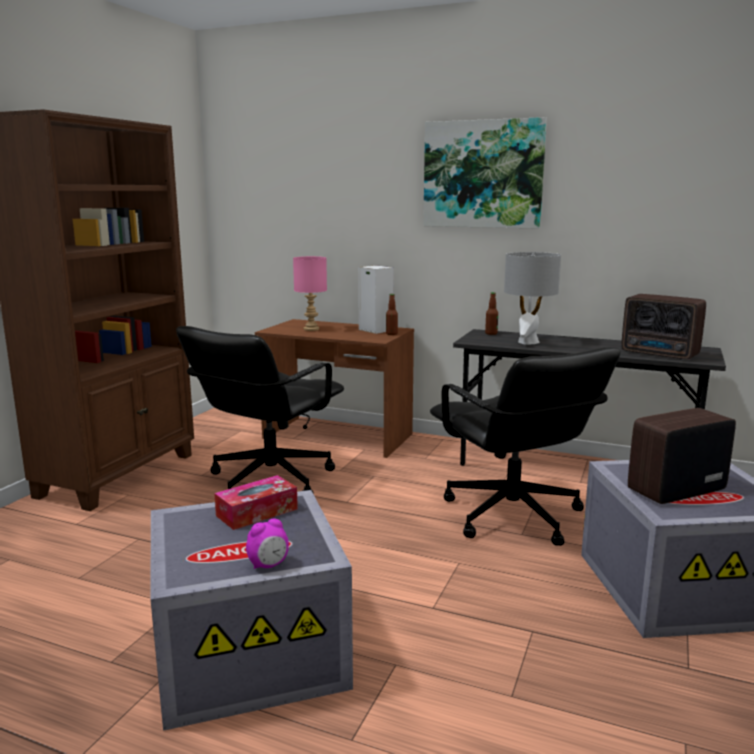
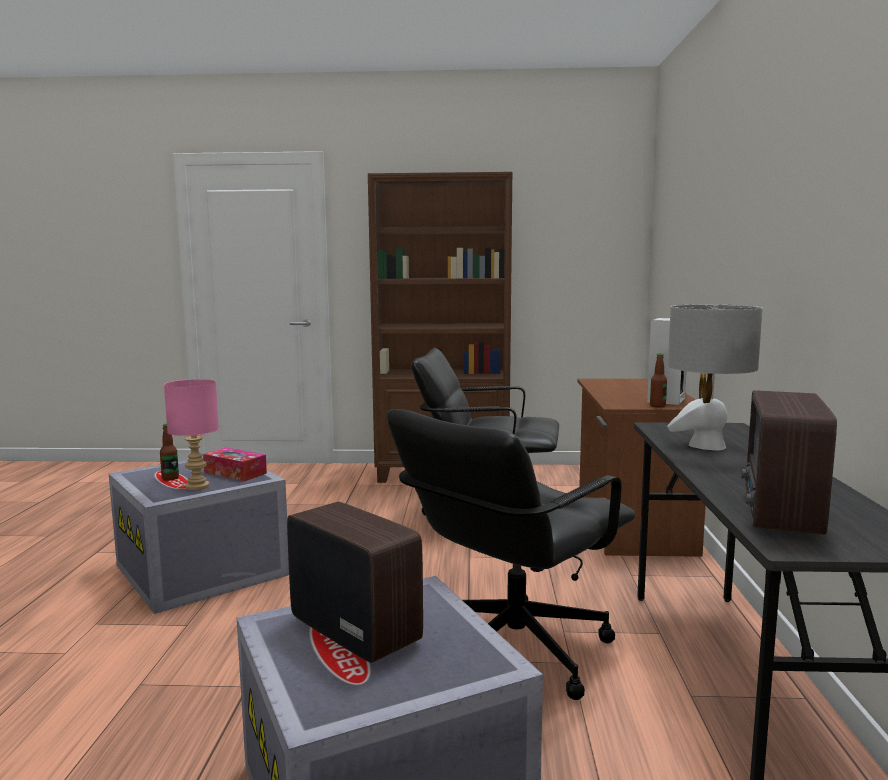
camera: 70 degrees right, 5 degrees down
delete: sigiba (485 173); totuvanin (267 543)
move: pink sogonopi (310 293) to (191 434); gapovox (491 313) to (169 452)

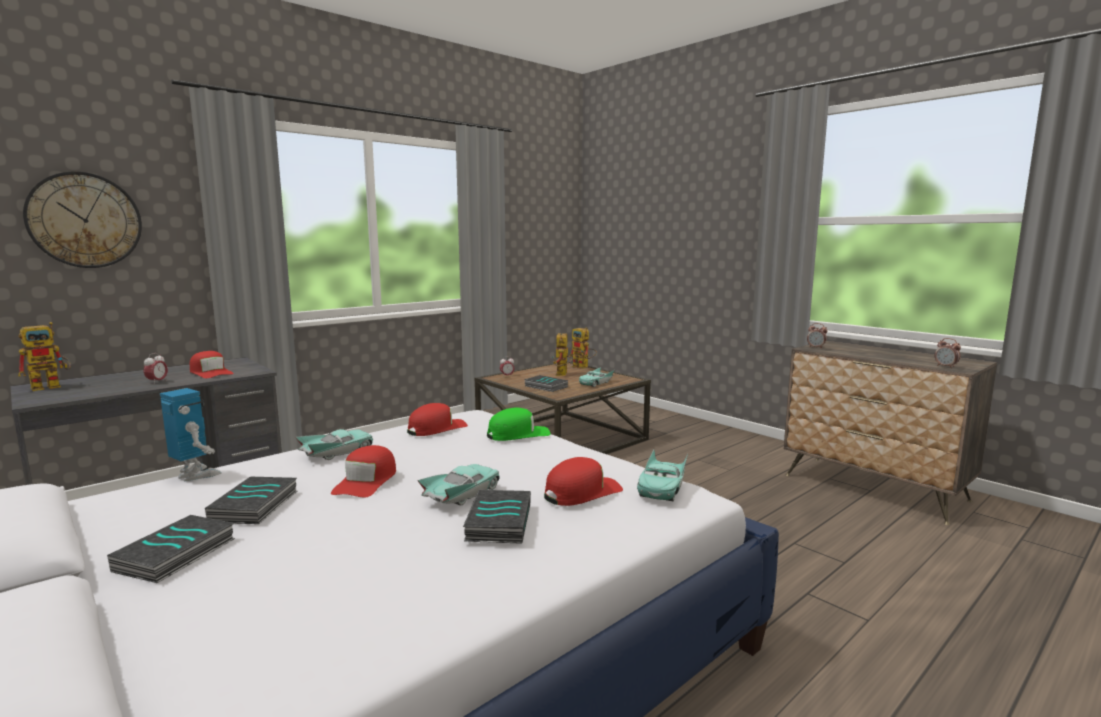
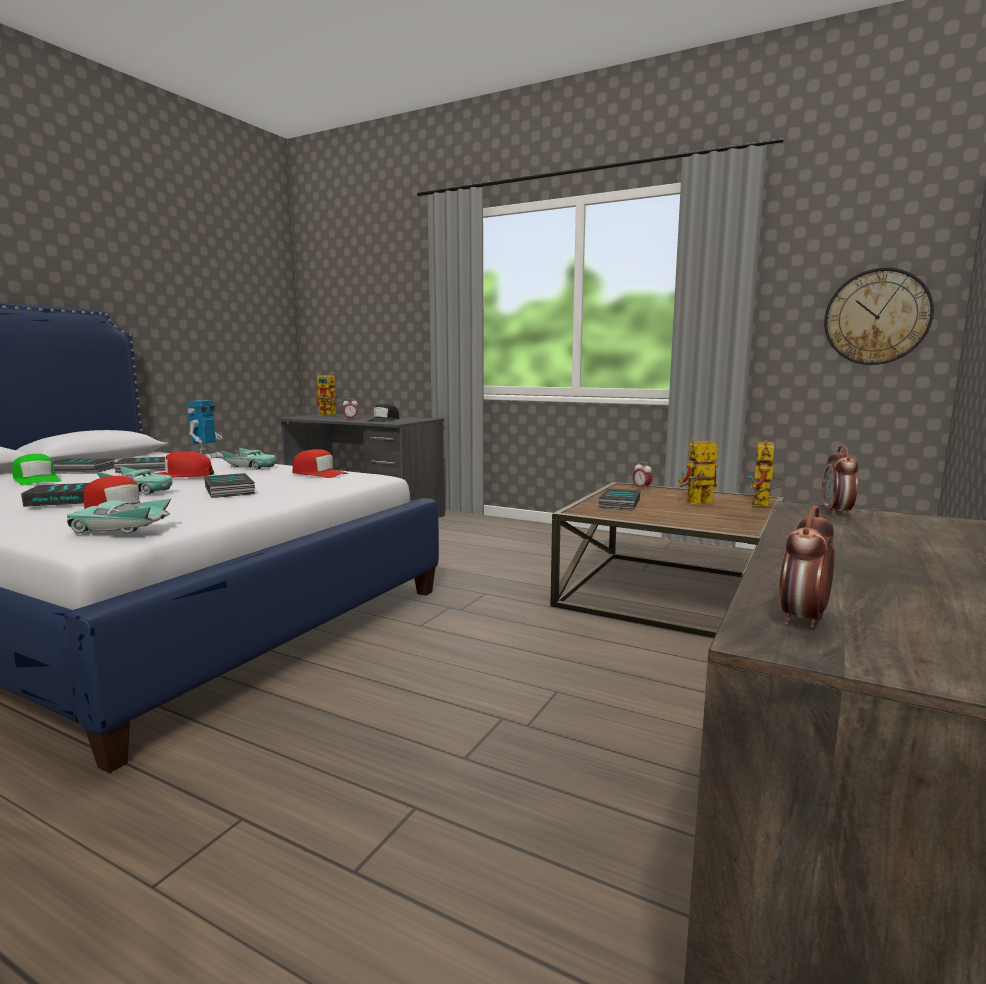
camera: 70 degrees right, 0 degrees up
delete: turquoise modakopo (597 377)
insert: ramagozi (230 485)
move: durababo (82 219) to (879 316); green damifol (519 424) to (36 469)
recolor: red damifol (212 364) to black damifol (383 412)

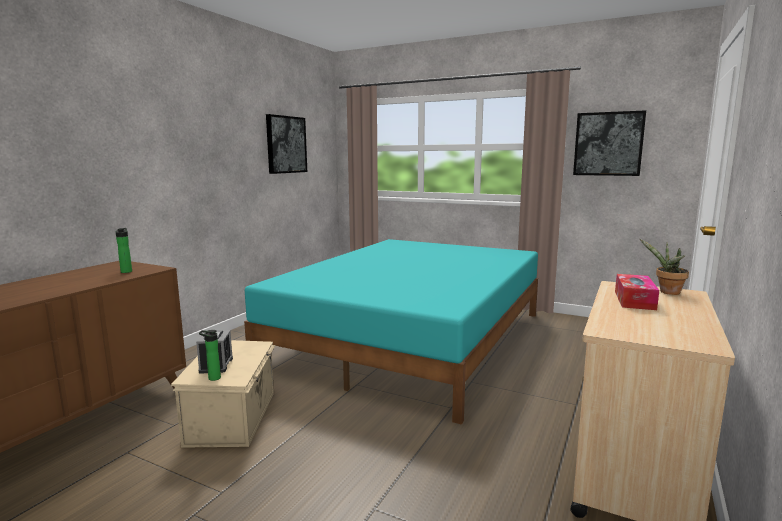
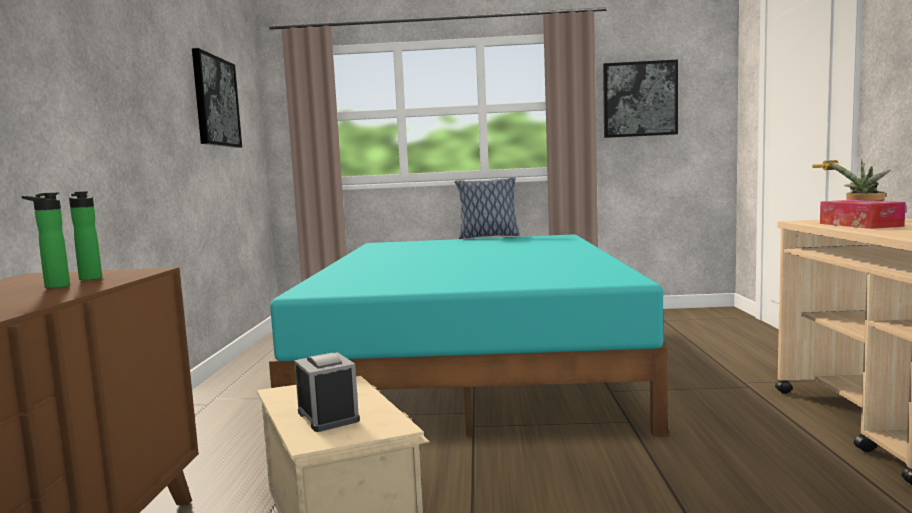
camera: 25 degrees left, 5 degrees down
insert: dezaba (487 208)
move: gapovox (210 355) to (46 240)

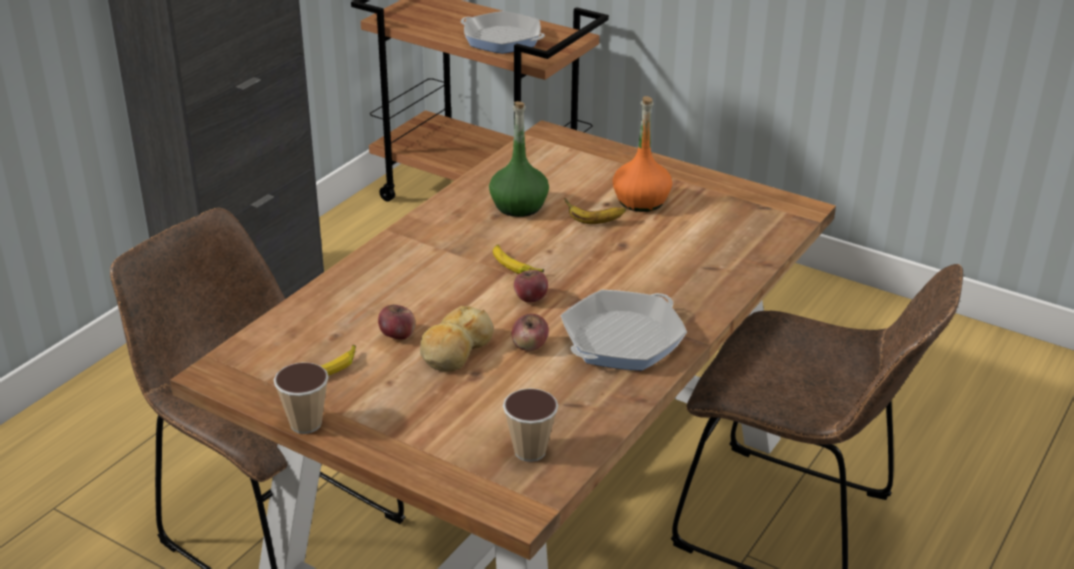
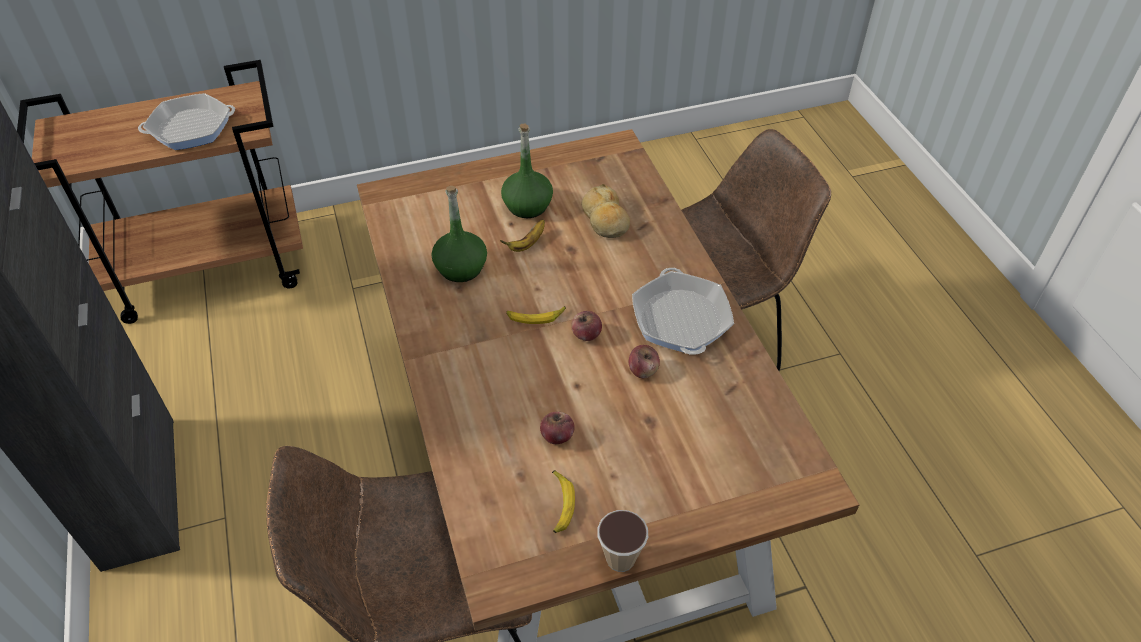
camera: 50 degrees left, 15 degrees up
delete: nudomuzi (531 425)
move: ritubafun (457 339) to (606 211)
recolor: orange gapovox (642 154) to green gapovox (527 171)

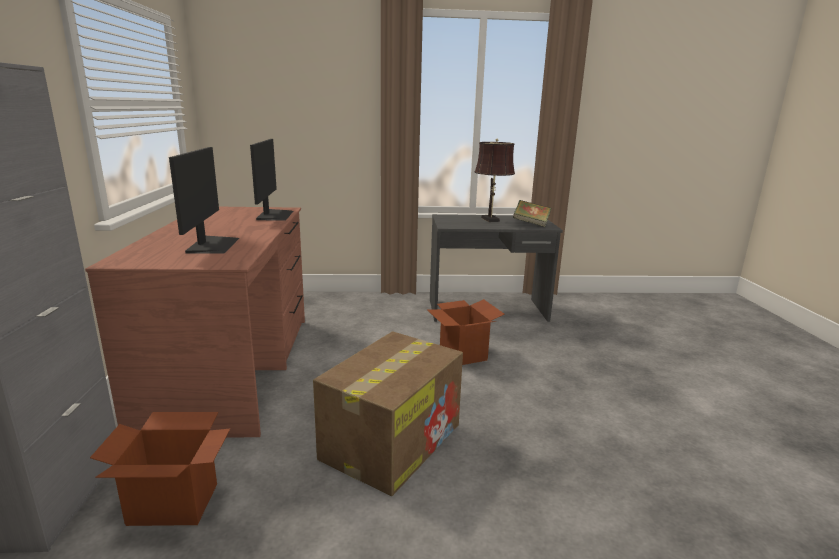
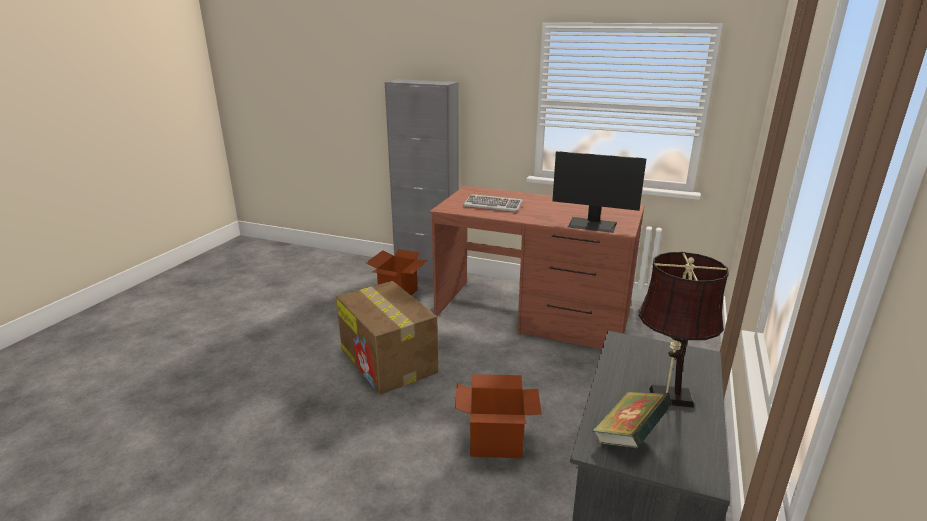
camera: 115 degrees right, 5 degrees up
replace: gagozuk (204 200) to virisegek (493 203)

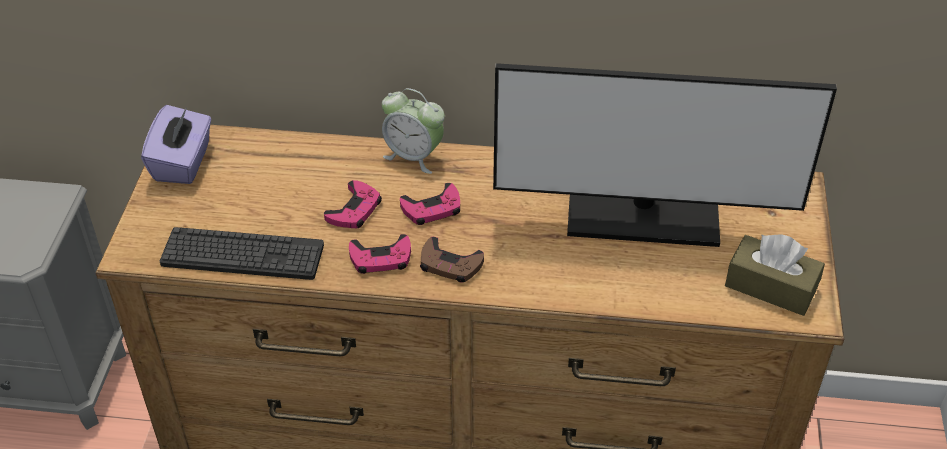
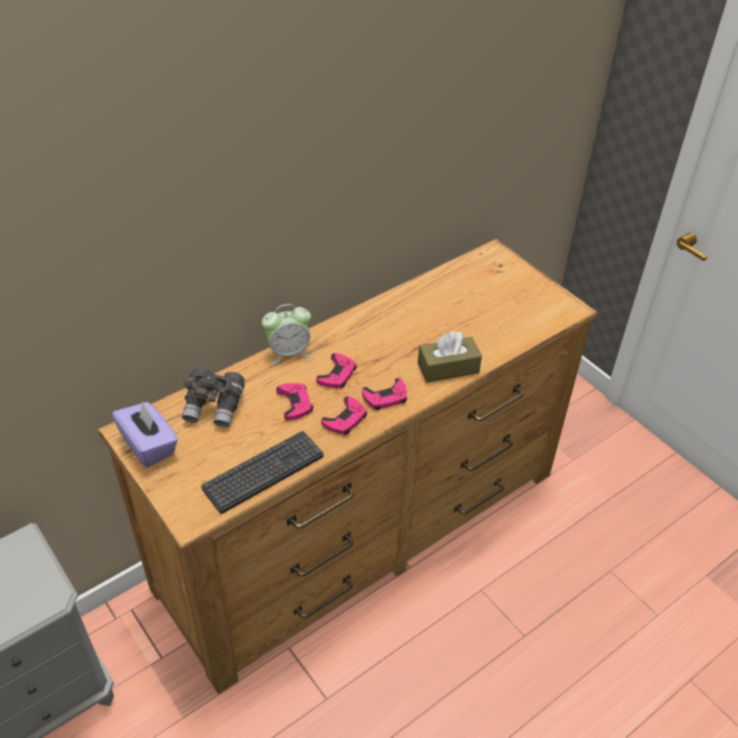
camera: 45 degrees left, 0 degrees up
delete: gagozuk (665 155)
insert: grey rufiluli (213 397)
move: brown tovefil (775 275) to (450 357)
recolor: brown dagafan (452 259) to pink dagafan (384 394)

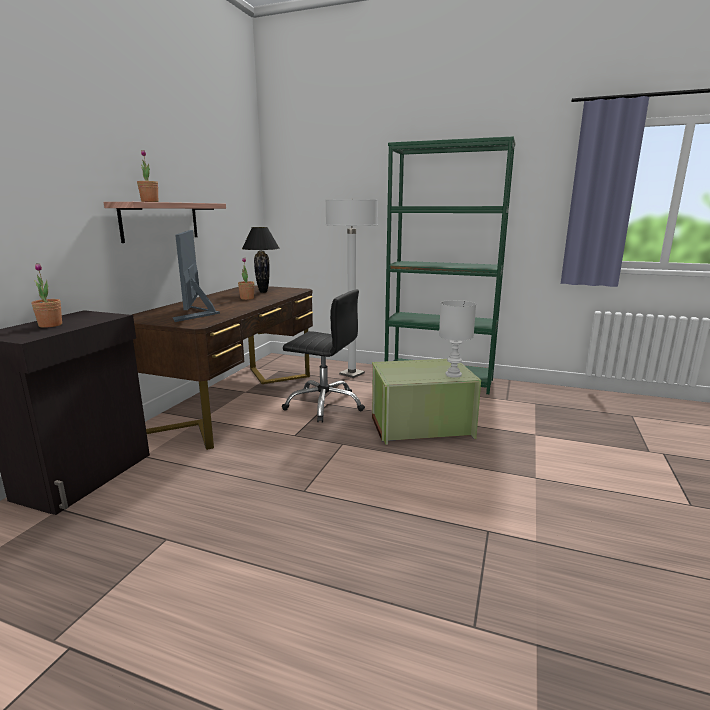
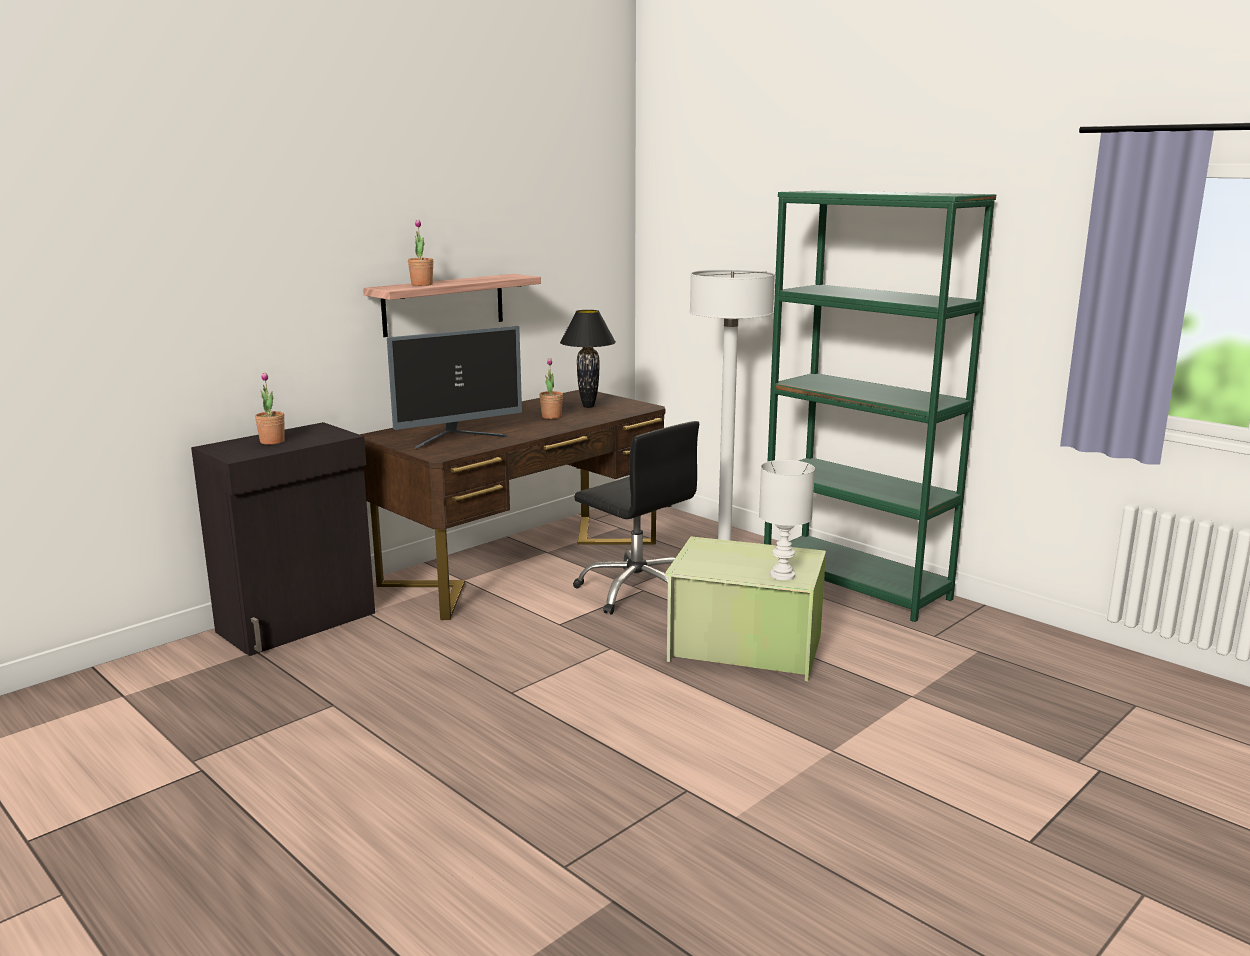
camera: 25 degrees right, 0 degrees up
rotate: gagozuk (196 276) = (454 387) 135 degrees counterclockwise

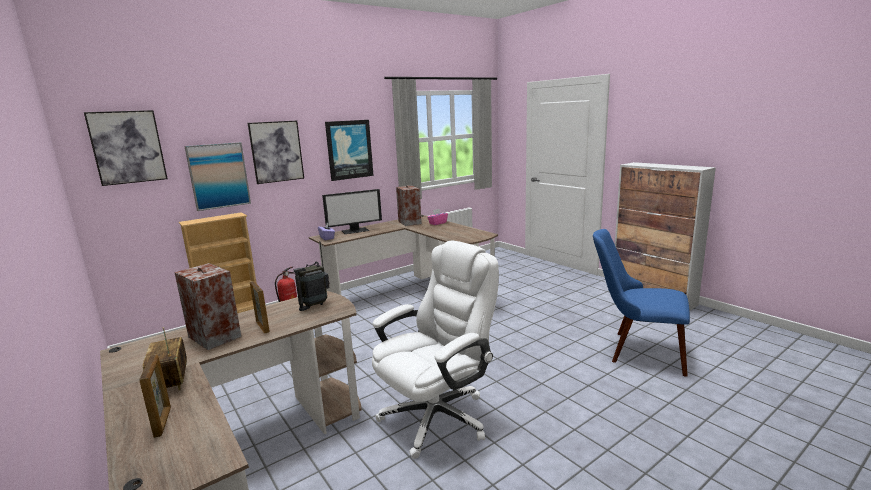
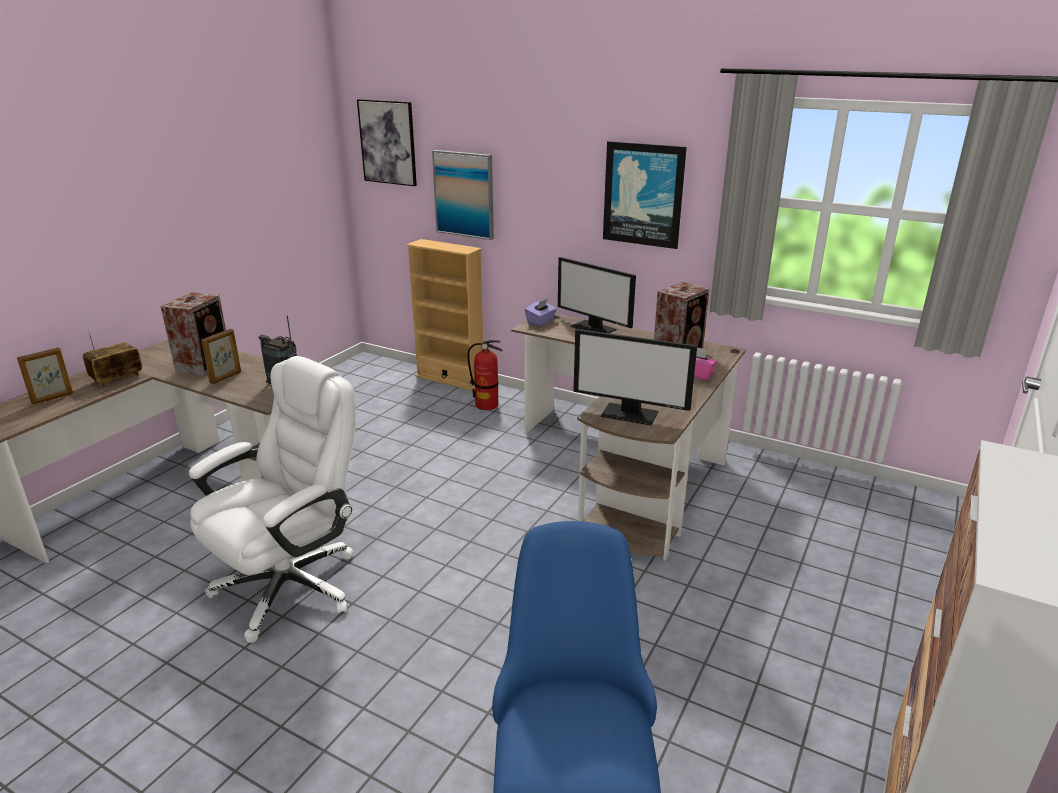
camera: 65 degrees right, 10 degrees up
delete: sigiba (276 152)
insert: gagozuk (635 377)
rotate: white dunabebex (435 349) = (272 499) 75 degrees counterclockwise

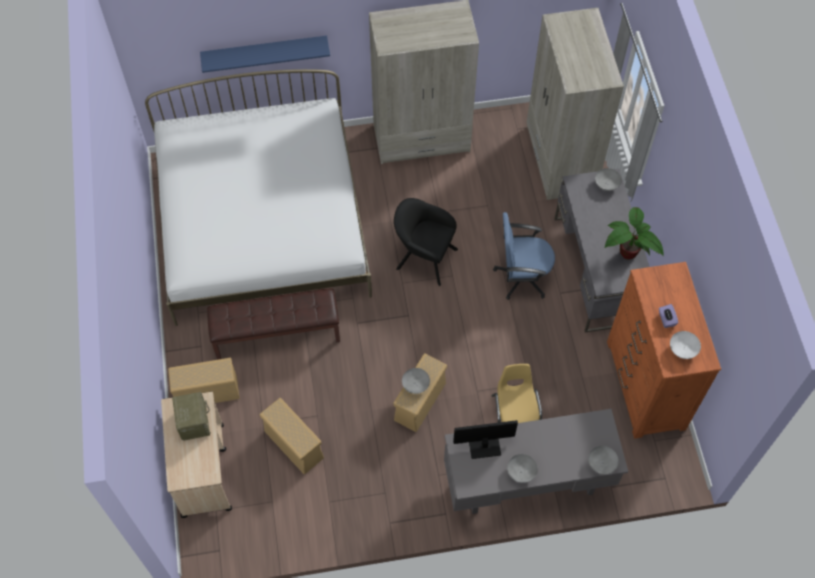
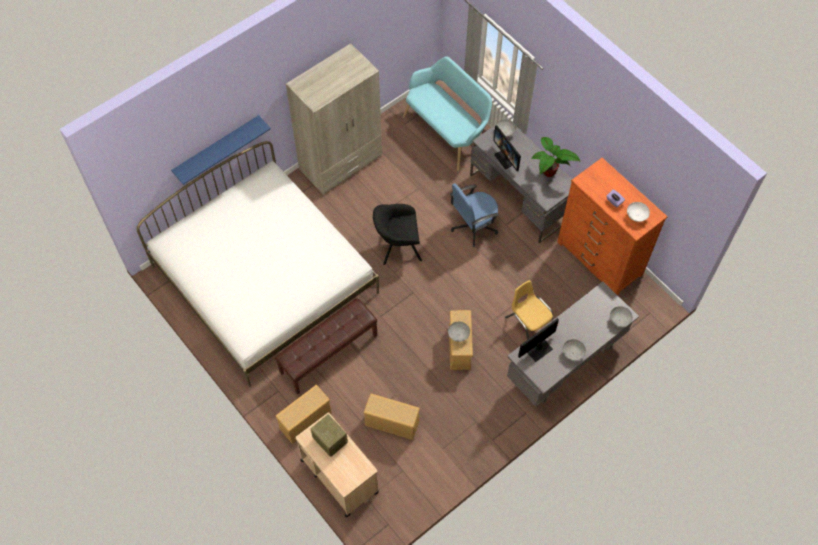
camera: 30 degrees left, 0 degrees up
insert: gagozuk (507 148)
replace: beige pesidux (575 104) to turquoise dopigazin (447 113)

